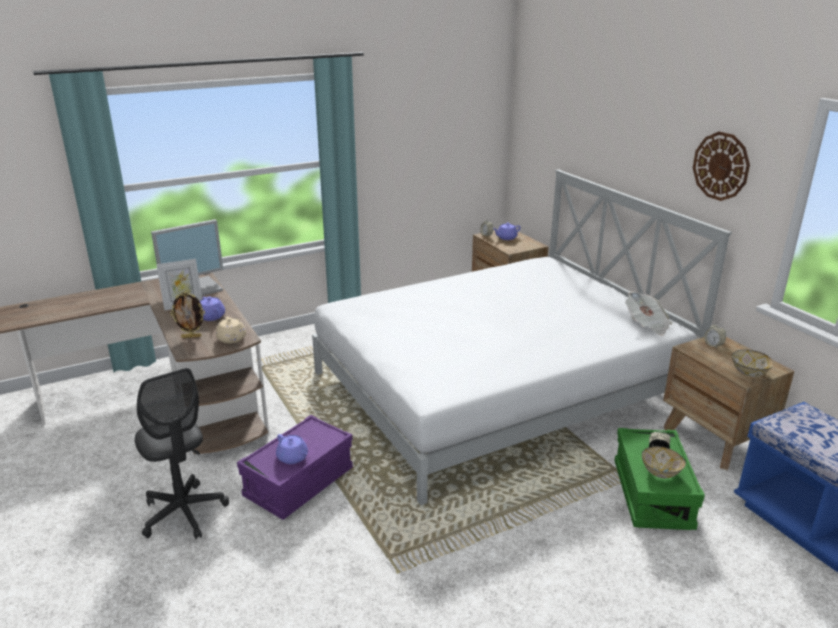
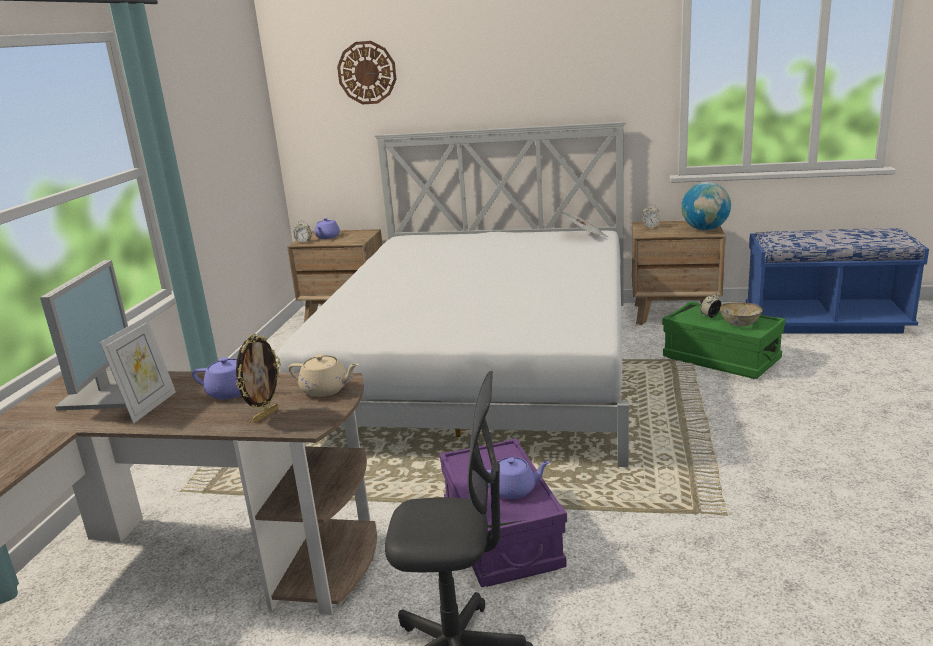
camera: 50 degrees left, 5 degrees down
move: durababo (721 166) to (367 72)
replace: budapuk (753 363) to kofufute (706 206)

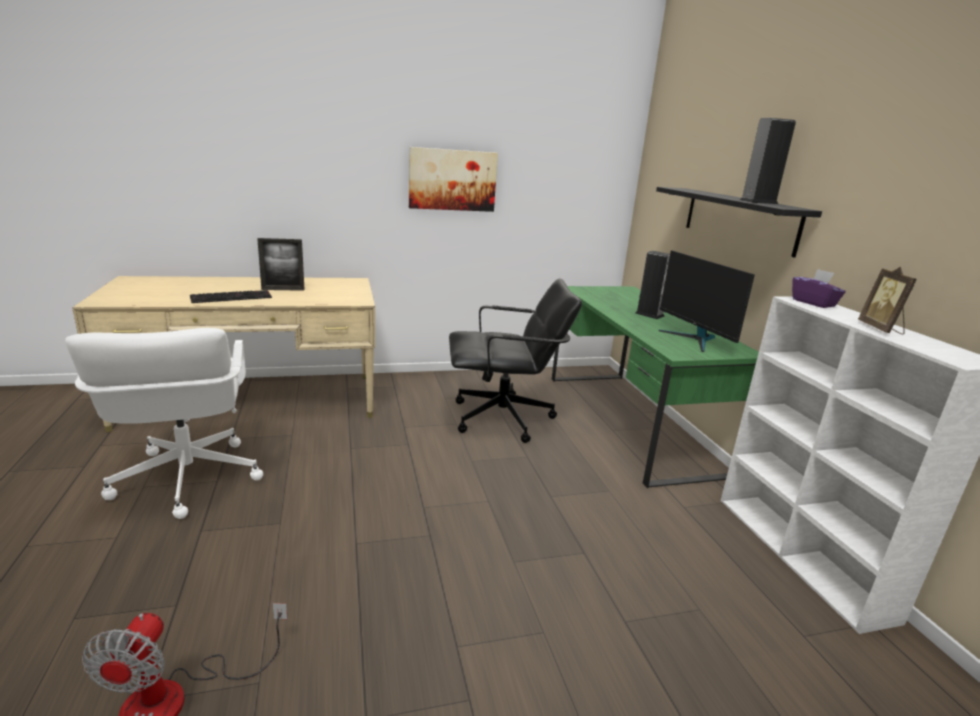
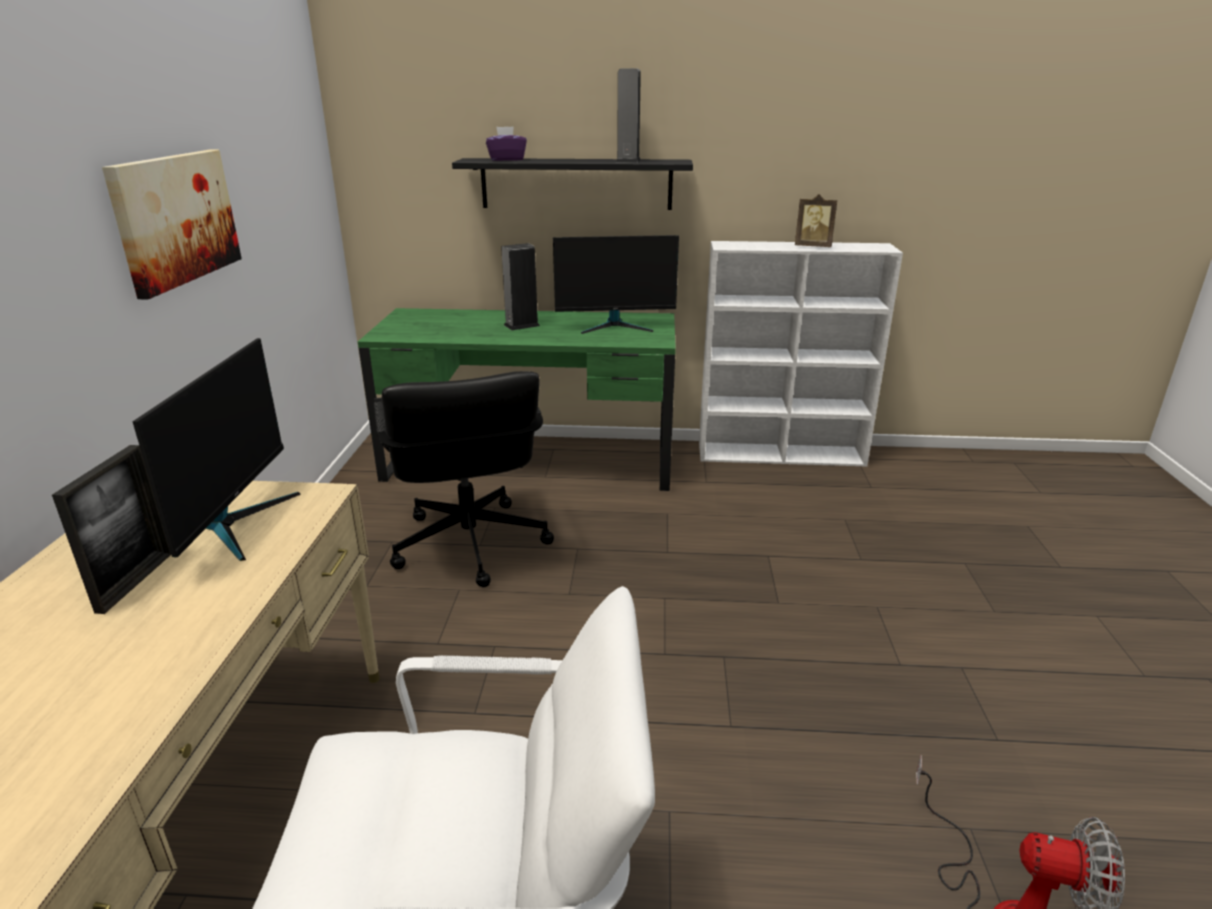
camera: 70 degrees left, 5 degrees up
delete: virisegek (231 296)
insert: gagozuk (217 449)
move: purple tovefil (819 288) to (506 143)
rotate: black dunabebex (515 360) = (464 479) 150 degrees clockwise

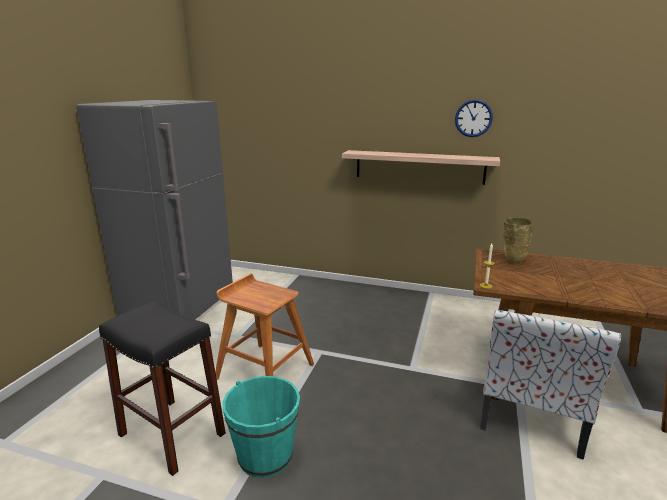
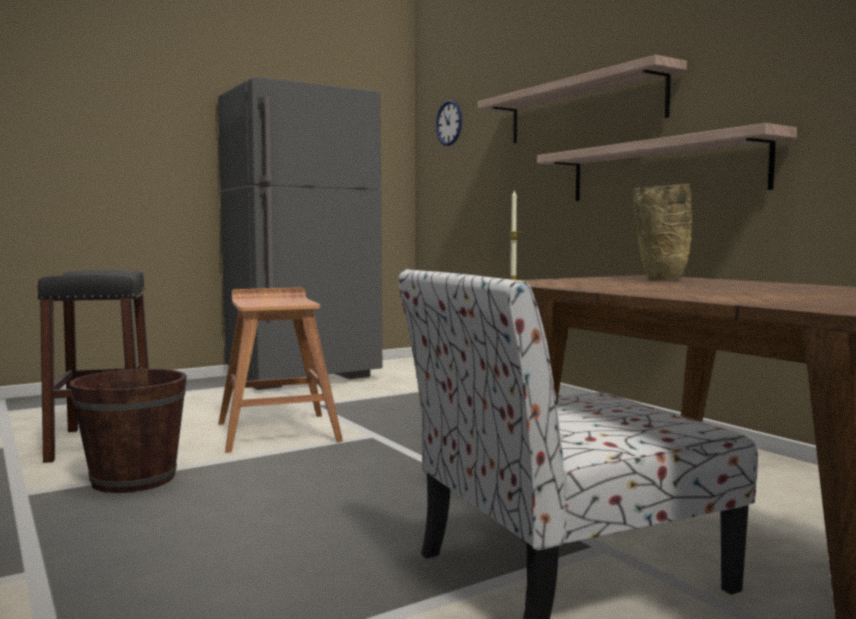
camera: 40 degrees right, 15 degrees down
insert: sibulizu (582 99)
move: durababo (474 118) to (449 123)
recolor: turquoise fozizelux (261 427) to brown fozizelux (128 428)

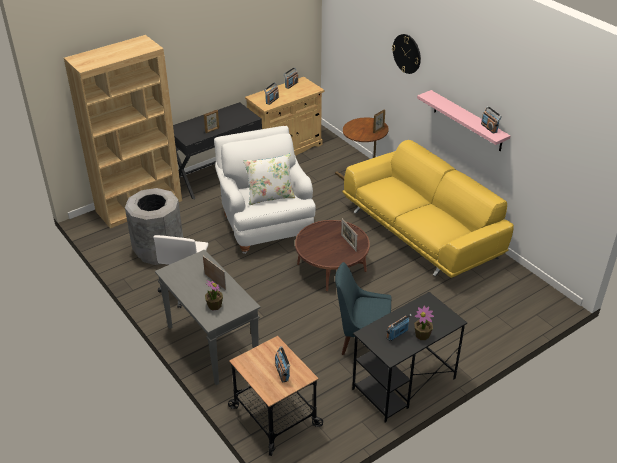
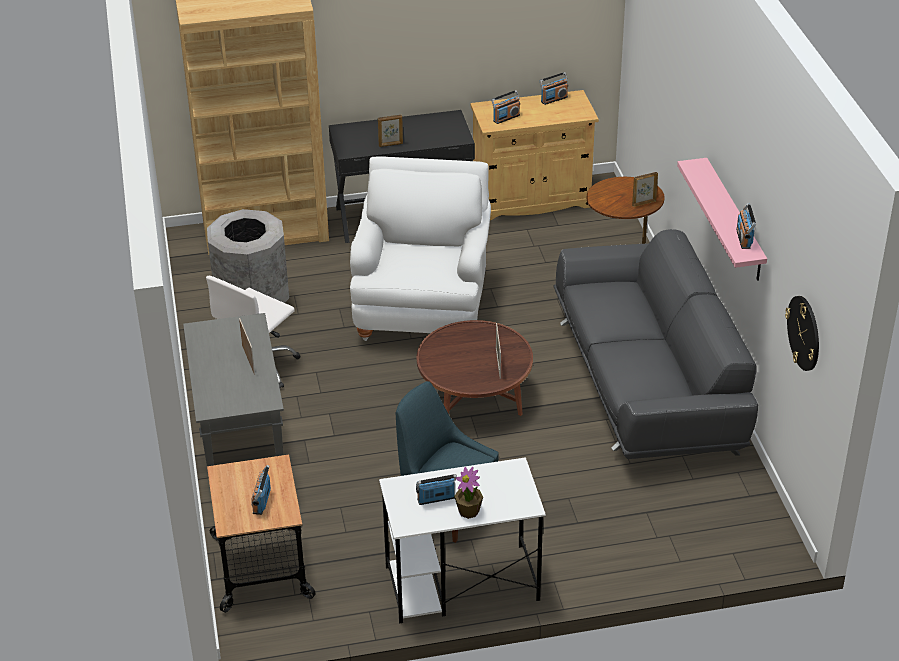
camera: 25 degrees right, 0 degrees up
delete: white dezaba (269 179); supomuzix (214 295)
move: durababo (406 54) to (802 333)
recolor: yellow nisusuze (428 209) to grey nisusuze (655 344); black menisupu (409 357) to white menisupu (462 540)

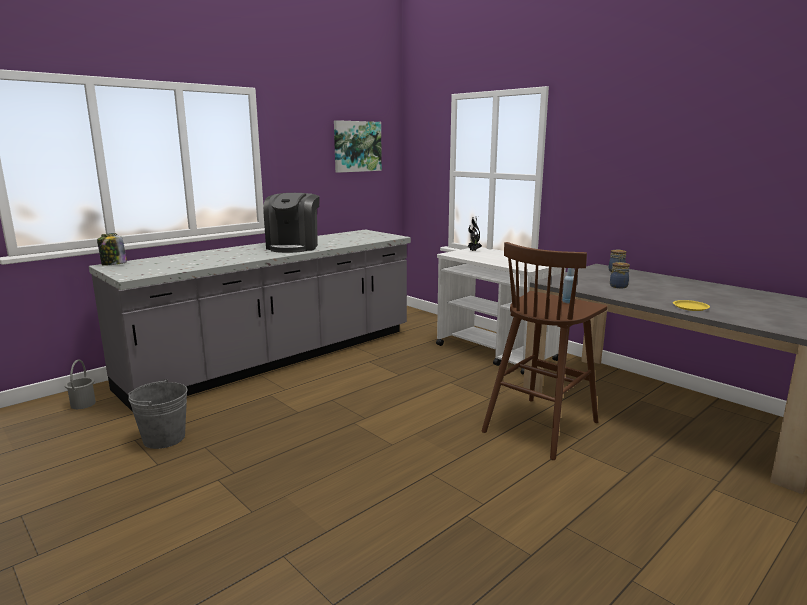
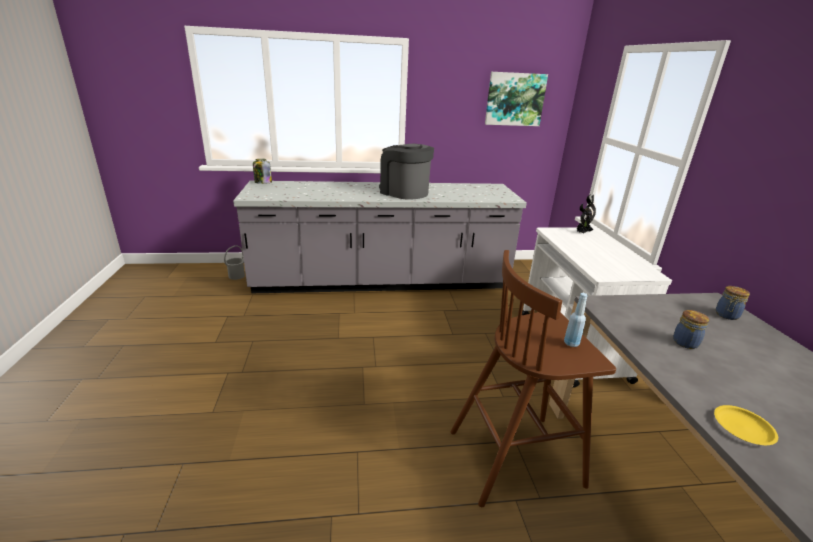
camera: 35 degrees right, 10 degrees up
delete: grey fozizelux (158 414)
rotate: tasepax (291 223) = (406 172) 90 degrees clockwise

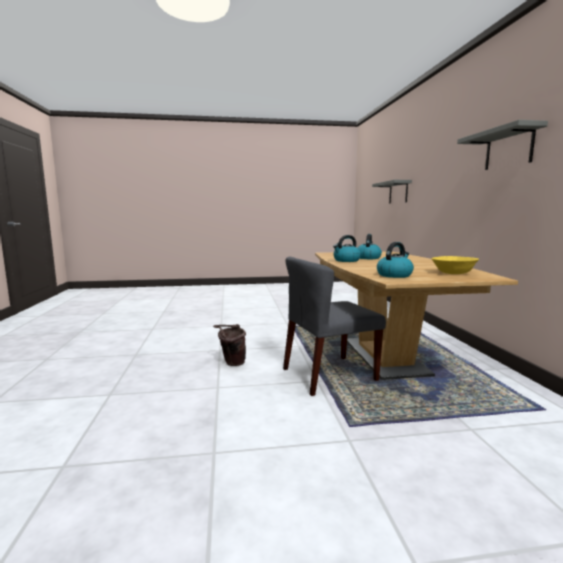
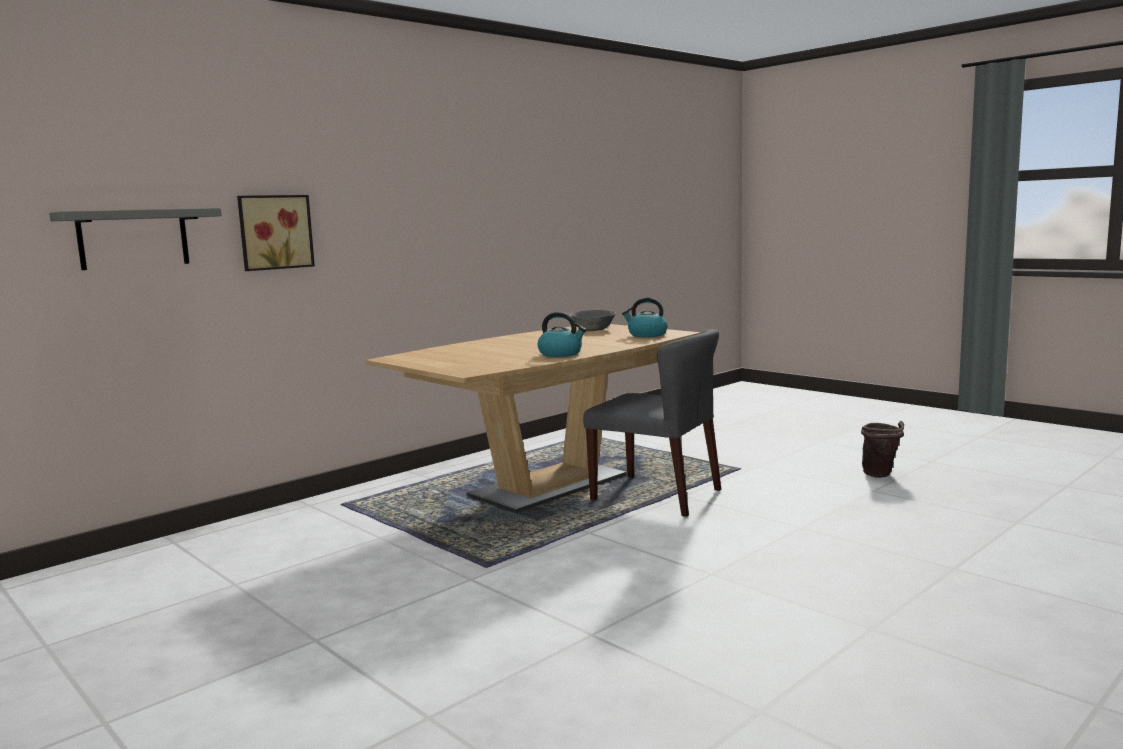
camera: 125 degrees left, 0 degrees up
delete: grey sibulizu (502 145); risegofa (369 246)
insert: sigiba (276 233)
move: brown fozizelux (229 345) to (882 449)
recolor: yellow budapuk (455 265) to grey budapuk (592 320)

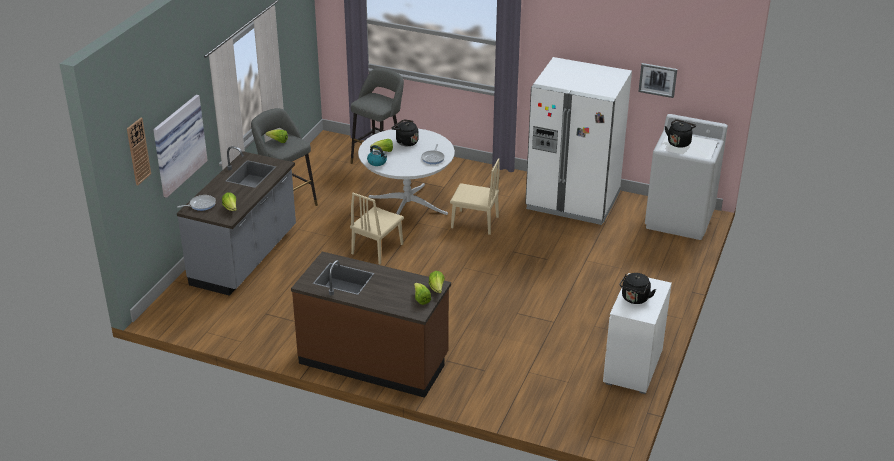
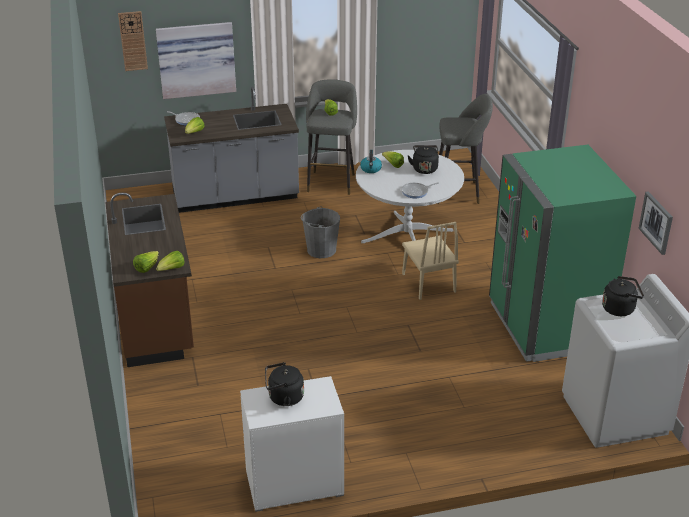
camera: 55 degrees right, 0 degrees up
replace: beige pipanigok (377 228) to grey fozizelux (320 232)
recolor: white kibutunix (578 141) to green kibutunix (562 253)

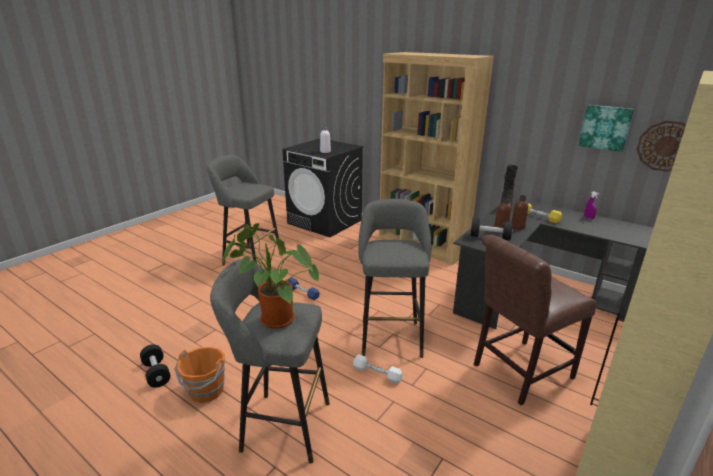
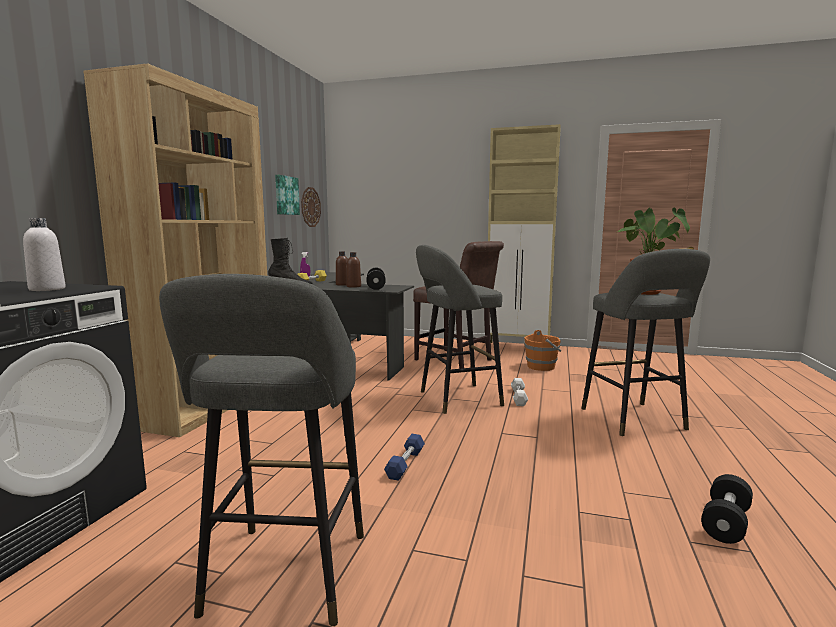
camera: 110 degrees left, 15 degrees down
move: orange fozizelux (200 375) to (542 350)

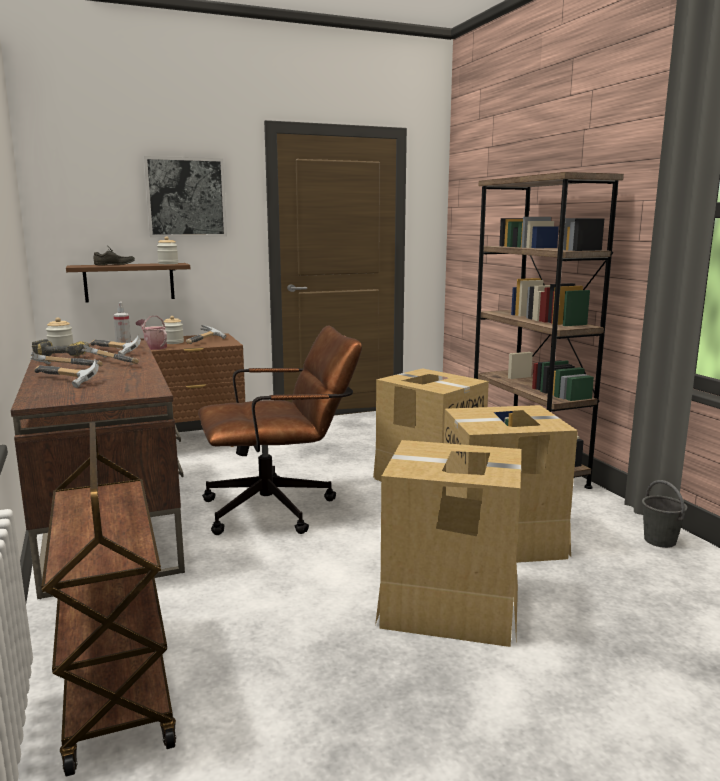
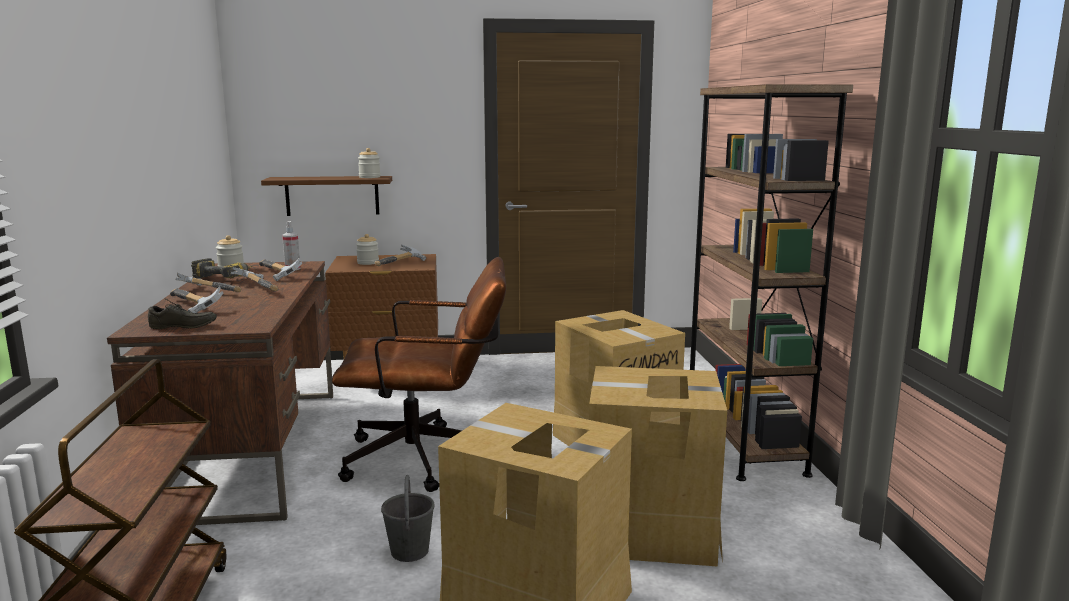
camera: 15 degrees right, 0 degrees up
delete: sigiba (185 196); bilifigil (151 332)
move: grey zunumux (114 255) to (182 313); grey fozizelux (664 514) to (408 518)

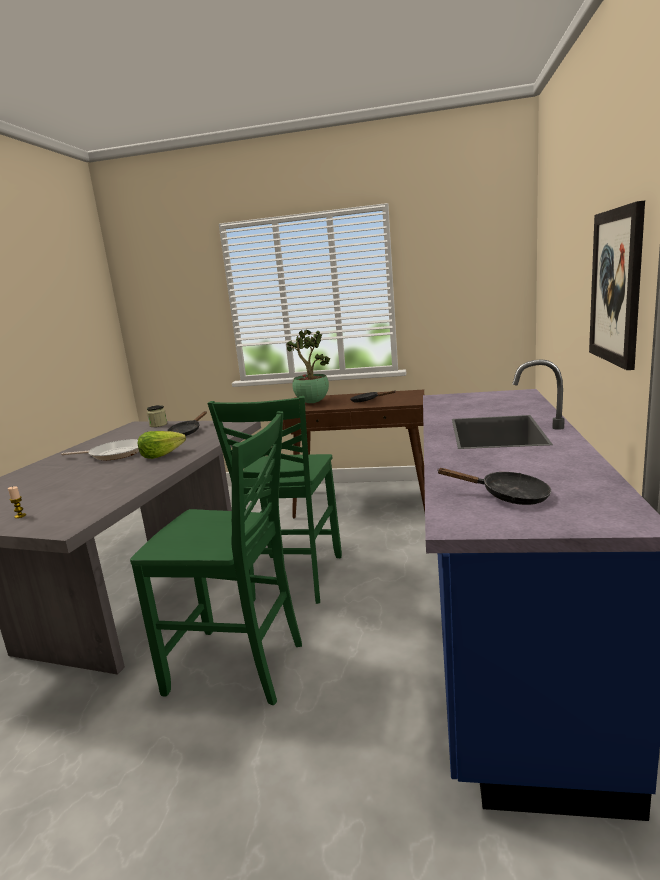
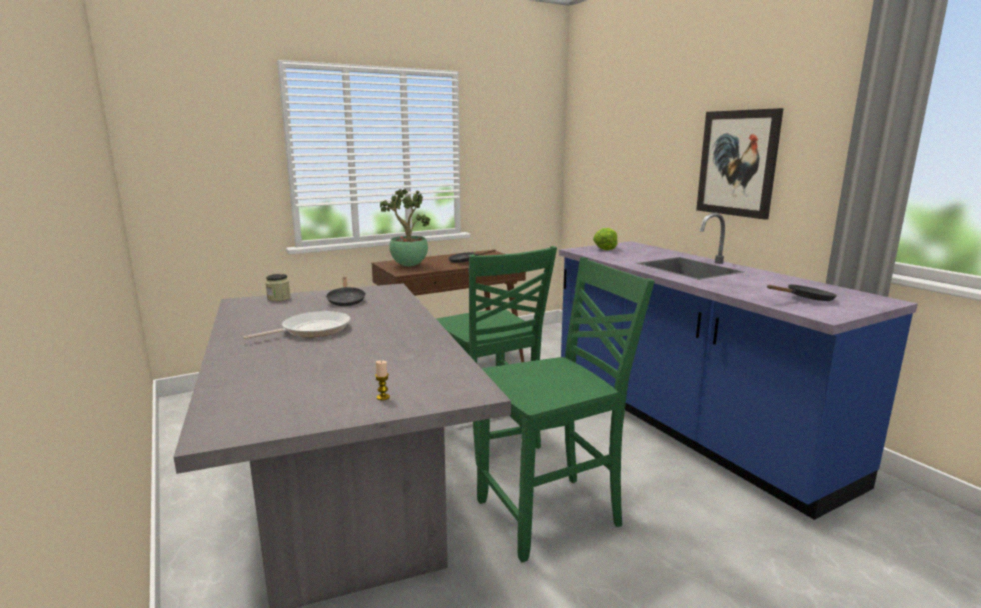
camera: 40 degrees left, 0 degrees up
move: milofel (162 445) to (605 239)

